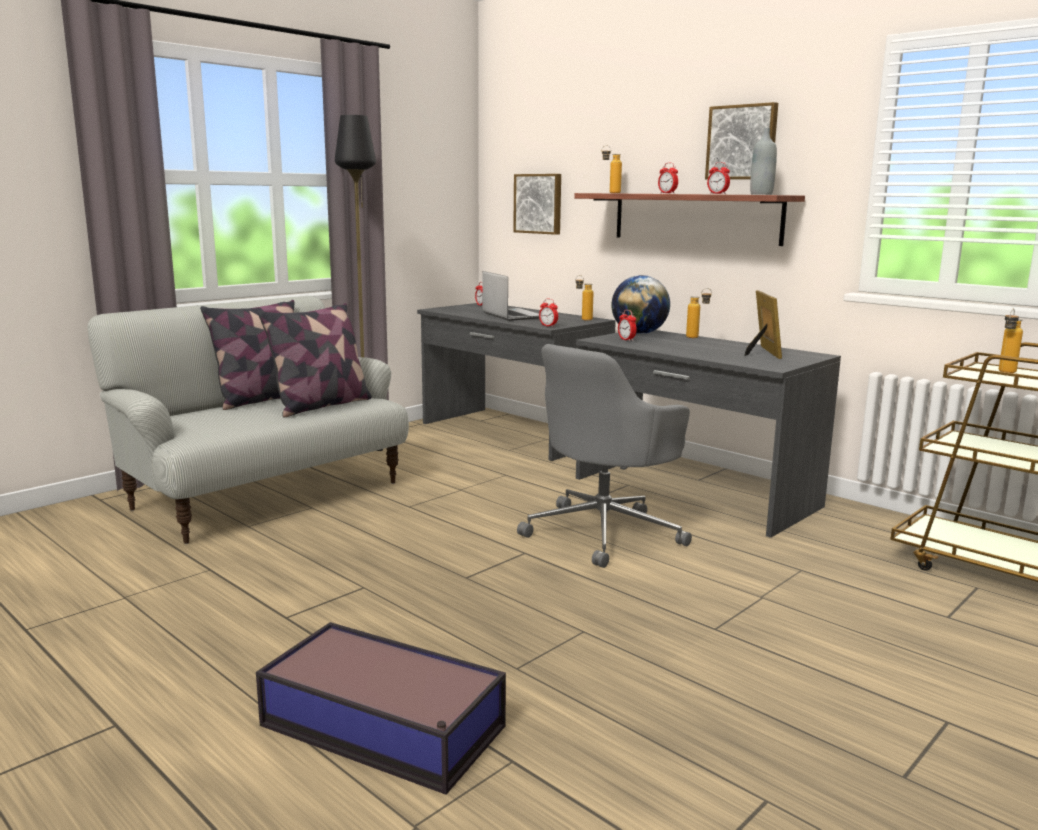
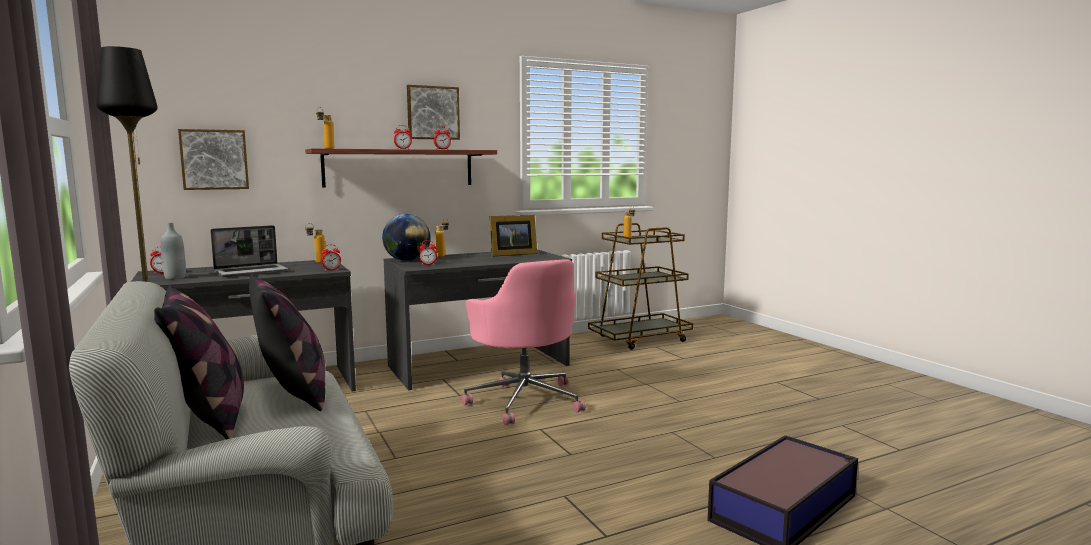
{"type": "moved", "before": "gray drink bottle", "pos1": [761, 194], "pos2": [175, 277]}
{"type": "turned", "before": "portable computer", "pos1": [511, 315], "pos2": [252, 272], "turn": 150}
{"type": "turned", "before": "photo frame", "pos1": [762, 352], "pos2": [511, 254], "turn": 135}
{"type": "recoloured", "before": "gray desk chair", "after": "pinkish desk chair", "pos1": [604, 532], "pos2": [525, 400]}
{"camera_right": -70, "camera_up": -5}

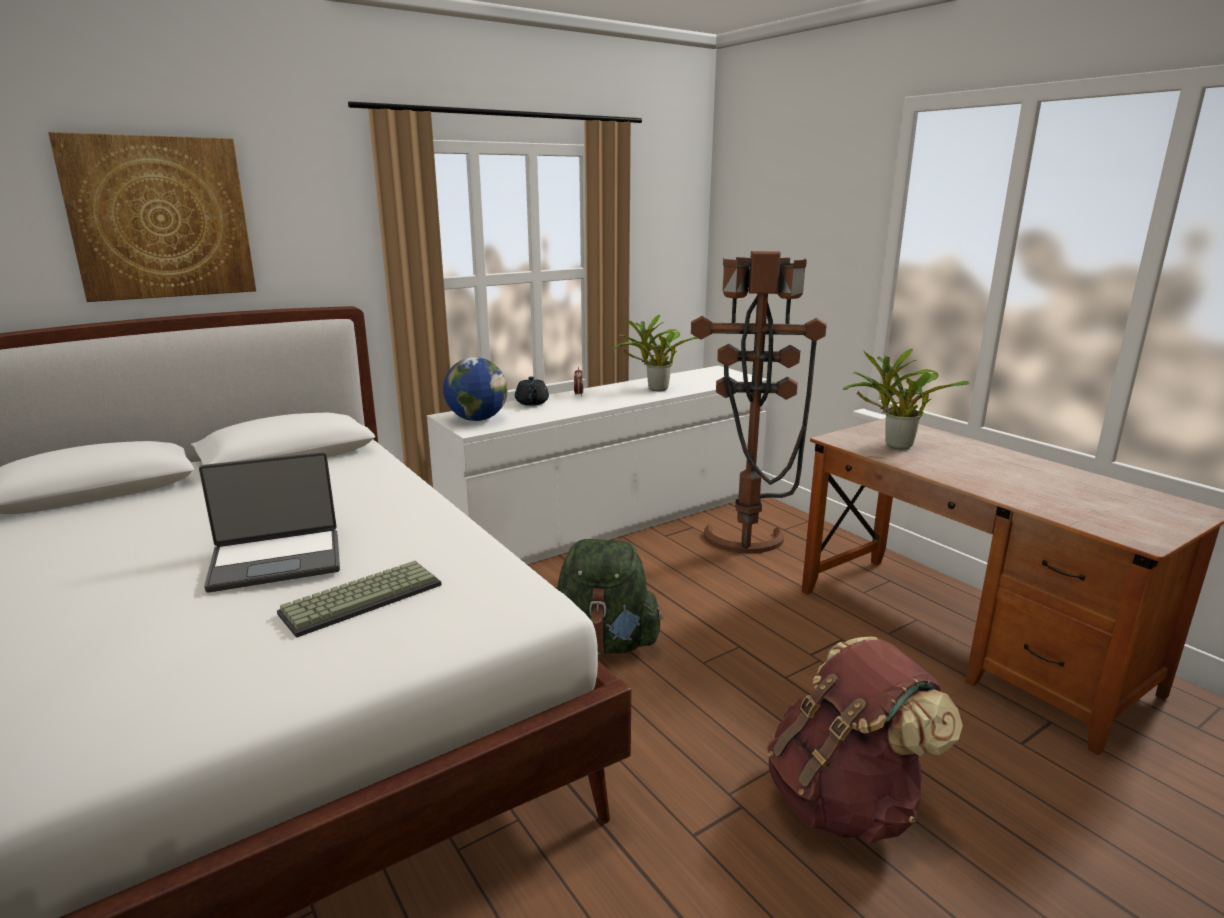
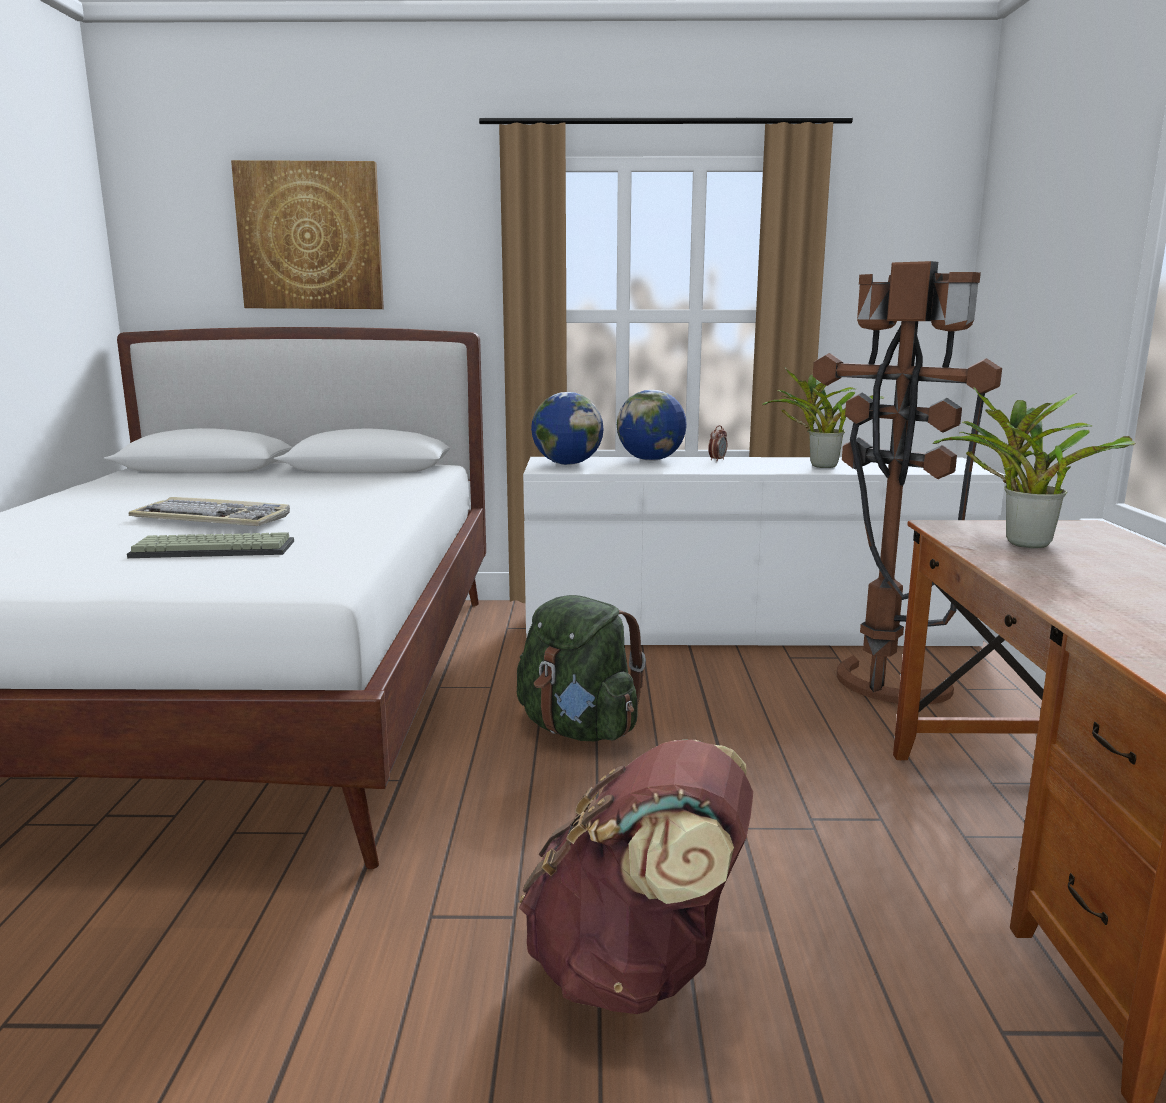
{"type": "replaced", "before": "black pot for tea", "after": "globe", "pos1": [532, 403], "pos2": [651, 460]}
{"type": "replaced", "before": "portable computer", "after": "keyboard", "pos1": [277, 560], "pos2": [214, 518]}
{"camera_right": 35, "camera_up": -5}

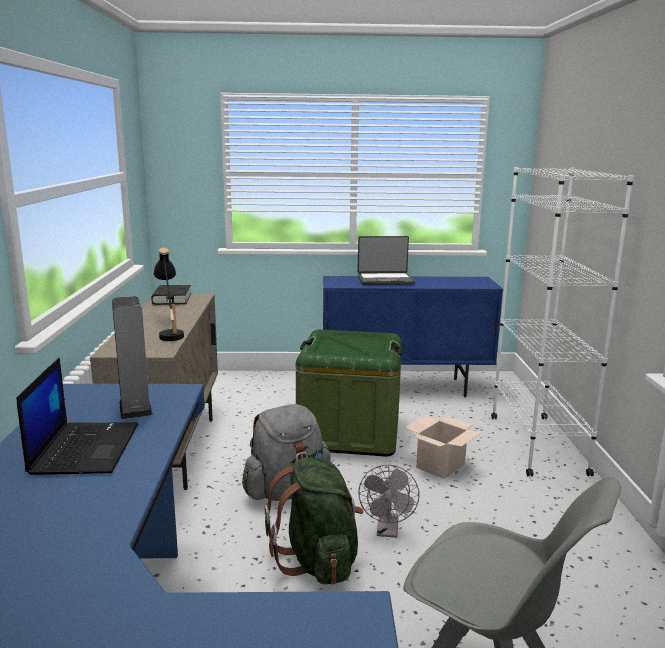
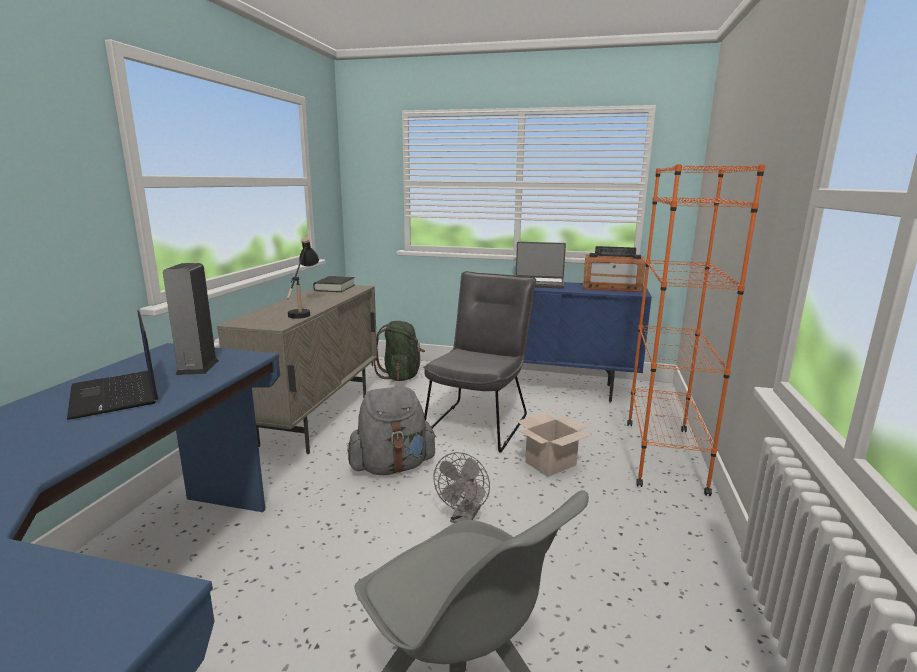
{"type": "recoloured", "before": "whitish bookshelf", "after": "orange-coloured bookshelf", "pos1": [537, 444], "pos2": [663, 455]}
{"type": "replaced", "before": "greenish storage box", "after": "gray upright chair", "pos1": [349, 432], "pos2": [480, 422]}
{"type": "turned", "before": "portable computer", "pos1": [85, 448], "pos2": [116, 395], "turn": 135}
{"type": "moved", "before": "greenish knapsack", "pos1": [318, 560], "pos2": [401, 376]}
{"type": "added", "after": "radio set", "pos2": [611, 288]}
{"camera_right": 15, "camera_up": 0}

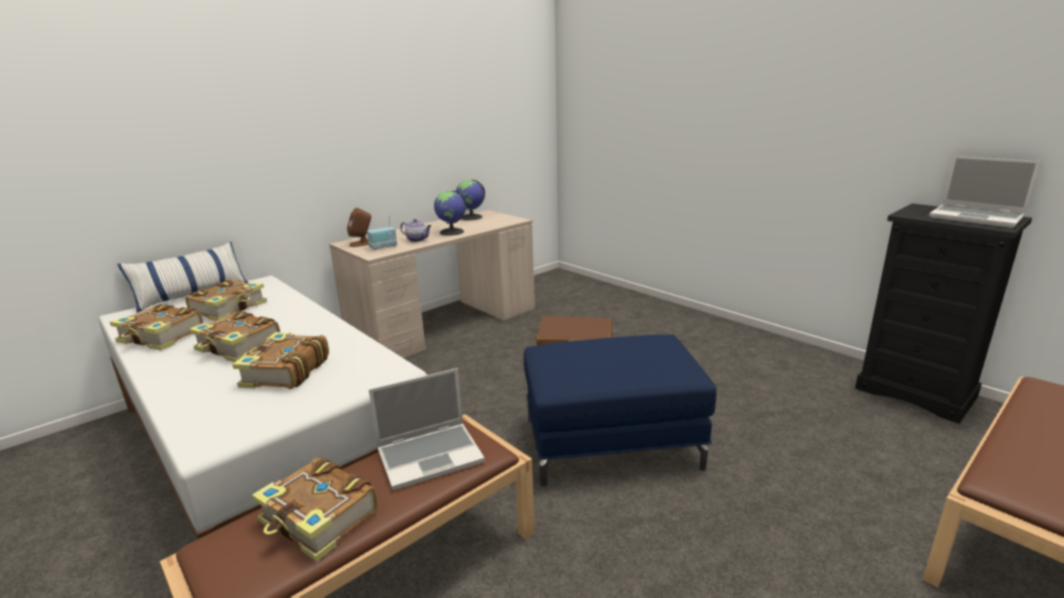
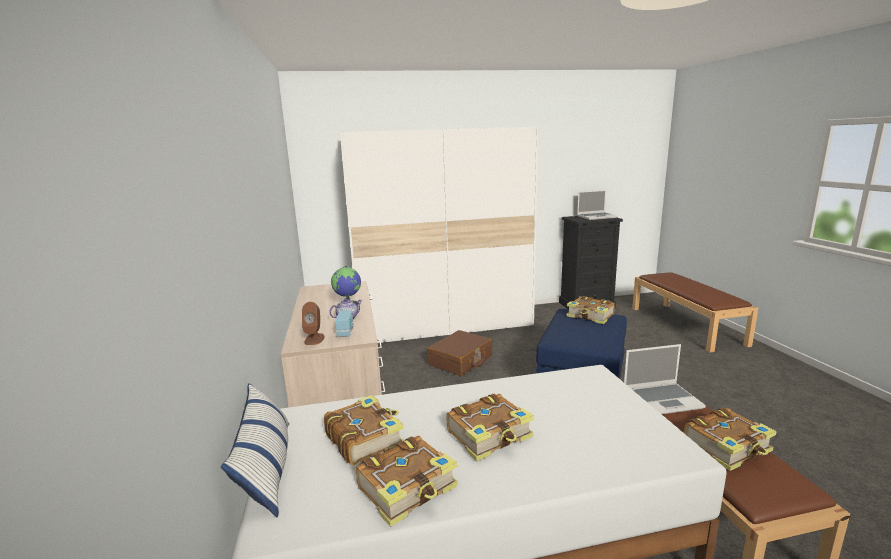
{"type": "removed", "before": "globe", "pos1": [471, 217]}
{"type": "moved", "before": "book", "pos1": [284, 372], "pos2": [590, 316]}
{"type": "turned", "before": "portable computer", "pos1": [431, 455], "pos2": [662, 400], "turn": 75}
{"type": "added", "after": "whitish wardrobe", "pos2": [444, 325]}
{"camera_right": -60, "camera_up": -5}

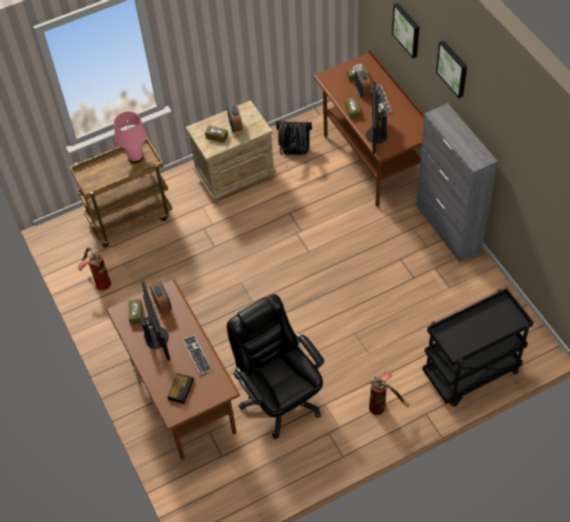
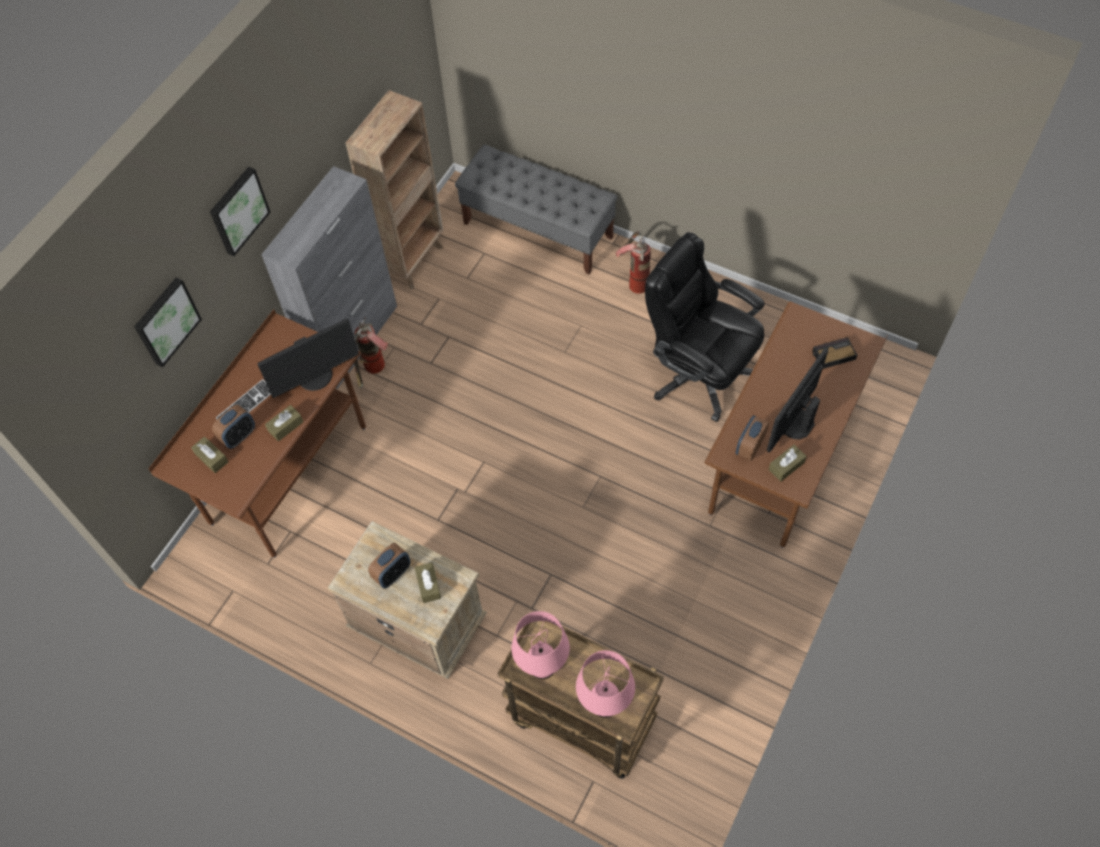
{"type": "removed", "before": "black knapsack", "pos1": [294, 152]}
{"type": "moved", "before": "fire-fighting cylinder", "pos1": [98, 281], "pos2": [374, 372]}
{"type": "replaced", "before": "black wheeled cart", "after": "gray indoor bench", "pos1": [470, 374], "pos2": [538, 230]}
{"type": "turned", "before": "black desk chair", "pos1": [280, 398], "pos2": [699, 373], "turn": 105}
{"type": "removed", "before": "keyboard", "pos1": [197, 355]}
{"type": "added", "after": "brownish bookshelf", "pos2": [413, 260]}
{"type": "added", "after": "pinkish tabletop lamp", "pos2": [604, 704]}
{"camera_right": -125, "camera_up": 5}

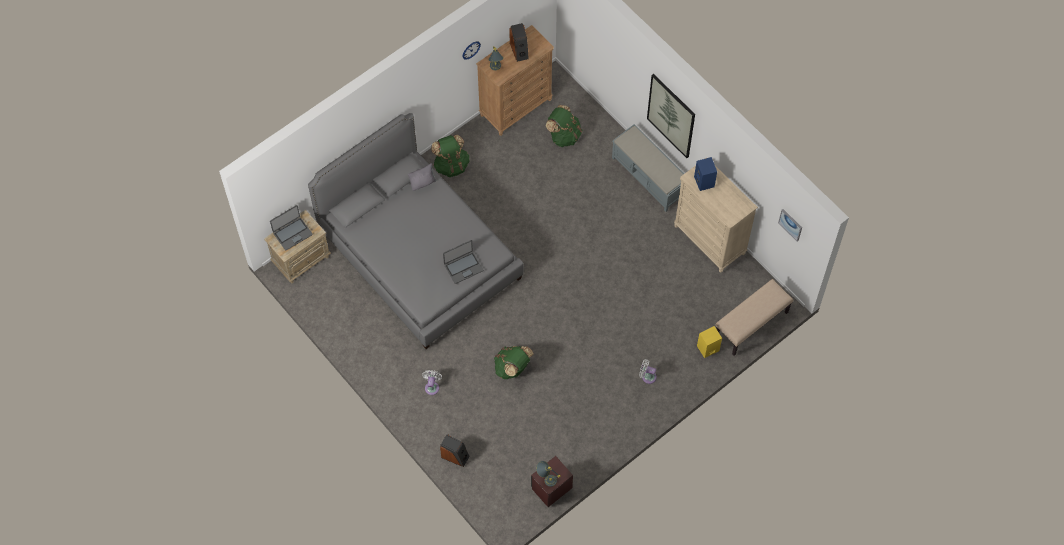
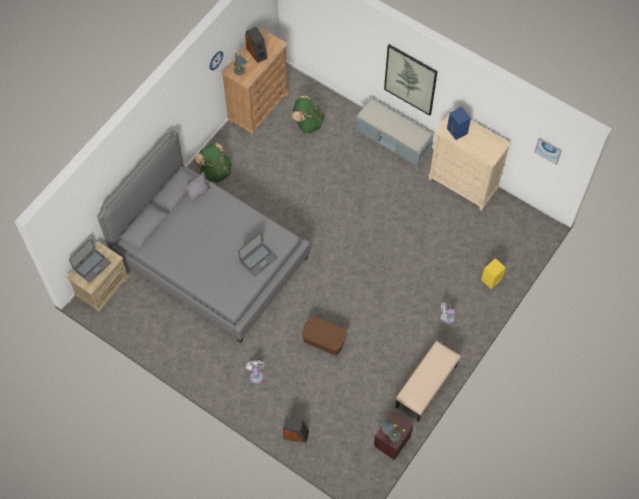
{"type": "moved", "before": "sand-coloured indoor bench", "pos1": [751, 325], "pos2": [426, 387]}
{"type": "replaced", "before": "greenish knapsack", "after": "brownish storage box", "pos1": [512, 368], "pos2": [324, 340]}
{"camera_right": -15, "camera_up": 0}

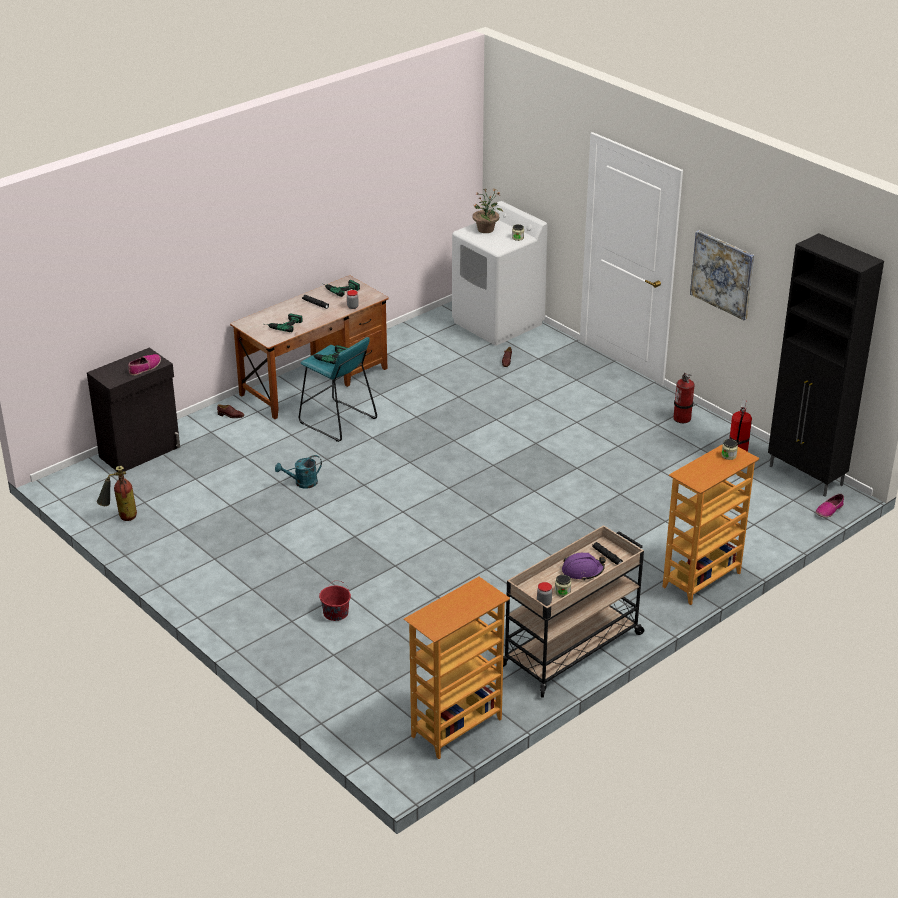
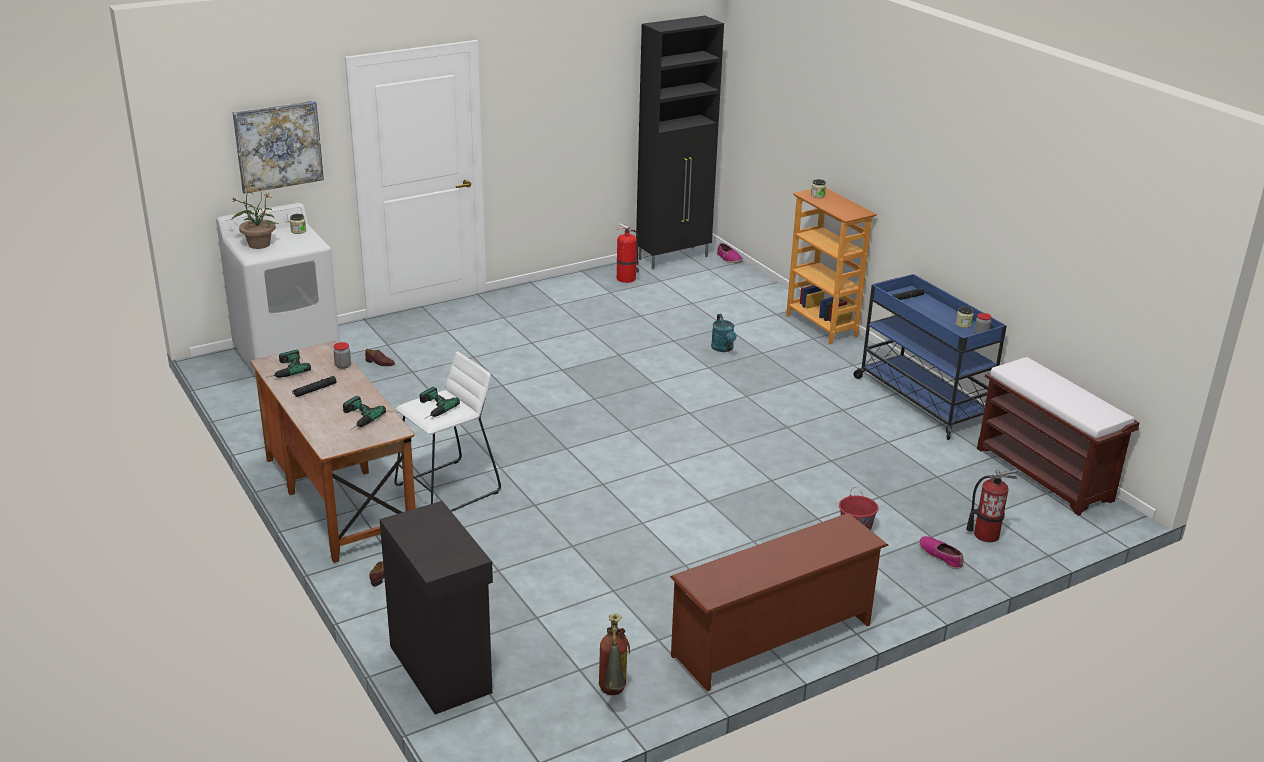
{"type": "moved", "before": "wall picture", "pos1": [722, 274], "pos2": [278, 146]}
{"type": "recoloured", "before": "turquoise stool", "after": "whitish stool", "pos1": [337, 421], "pos2": [448, 489]}
{"type": "moved", "before": "shoe", "pos1": [145, 368], "pos2": [941, 556]}
{"type": "moved", "before": "fire-fighting cylinder", "pos1": [682, 418], "pos2": [986, 535]}
{"type": "moved", "before": "turquoise sprinkling can", "pos1": [302, 483], "pos2": [723, 349]}
{"type": "recoloured", "before": "sand-coloured wheeled cart", "after": "blue wheeled cart", "pos1": [572, 649], "pos2": [921, 399]}
{"type": "removed", "before": "purple hard hat", "pos1": [582, 571]}
{"type": "replaced", "before": "bookshelf", "after": "brownish indoor bench", "pos1": [457, 728], "pos2": [1045, 474]}
{"type": "added", "after": "brownish shoe rack", "pos2": [773, 641]}
{"camera_right": -80, "camera_up": -5}

